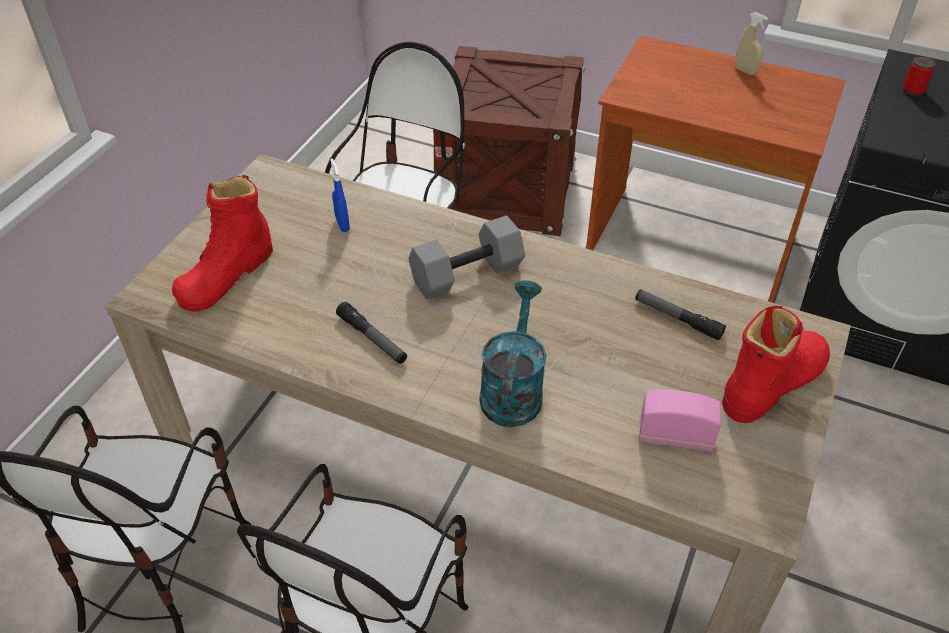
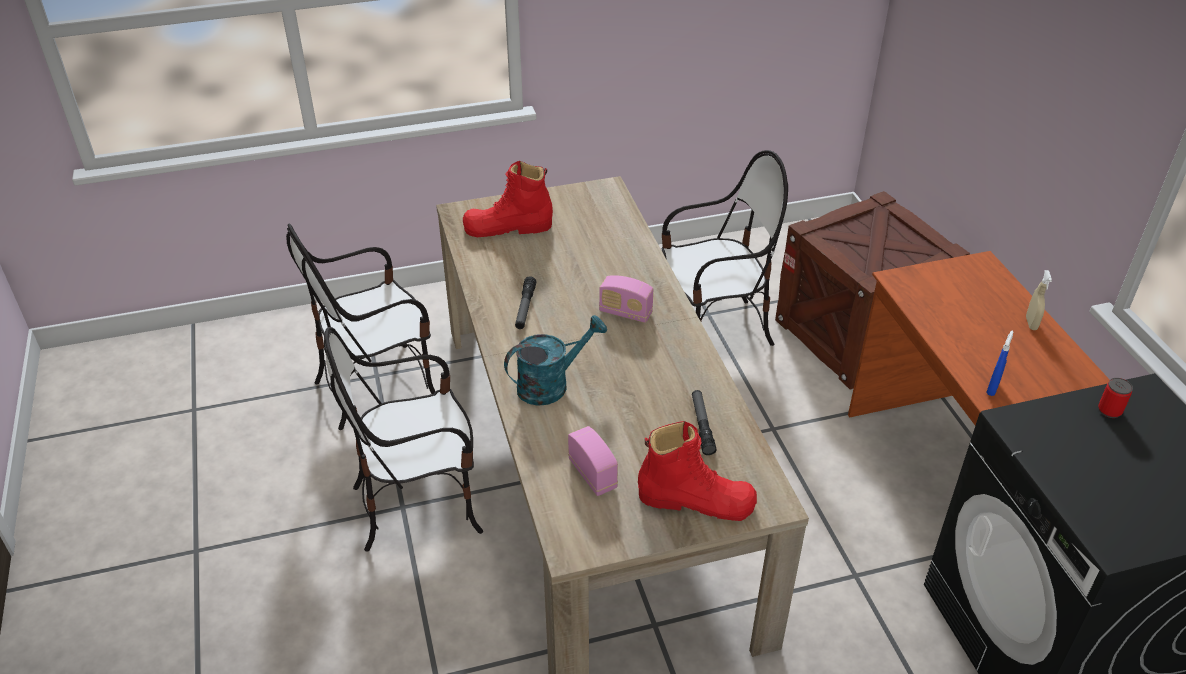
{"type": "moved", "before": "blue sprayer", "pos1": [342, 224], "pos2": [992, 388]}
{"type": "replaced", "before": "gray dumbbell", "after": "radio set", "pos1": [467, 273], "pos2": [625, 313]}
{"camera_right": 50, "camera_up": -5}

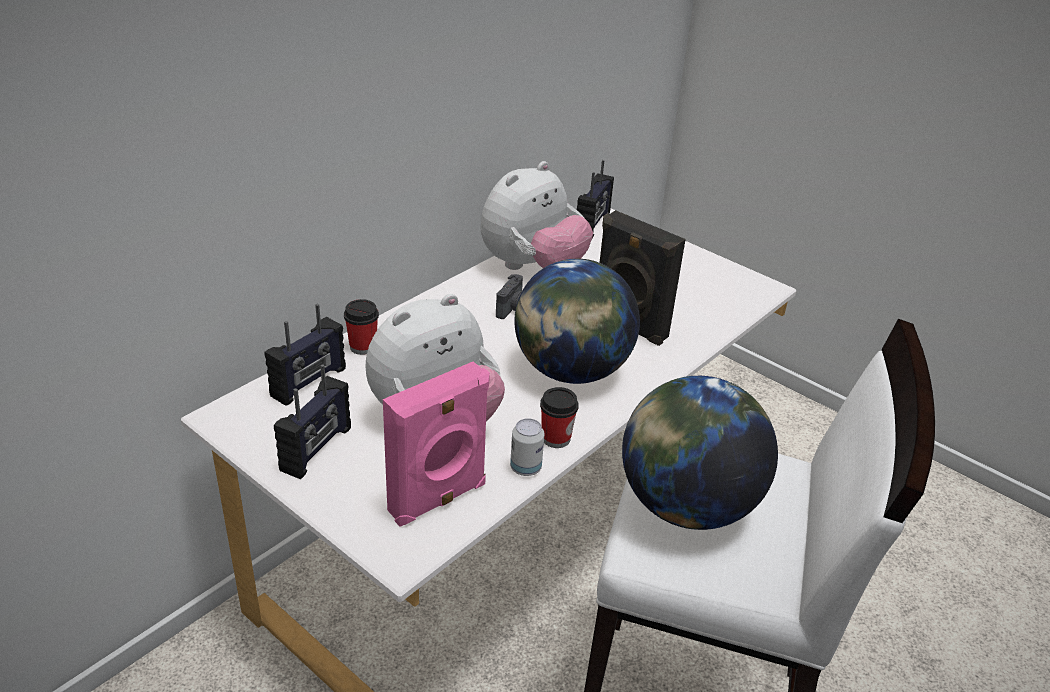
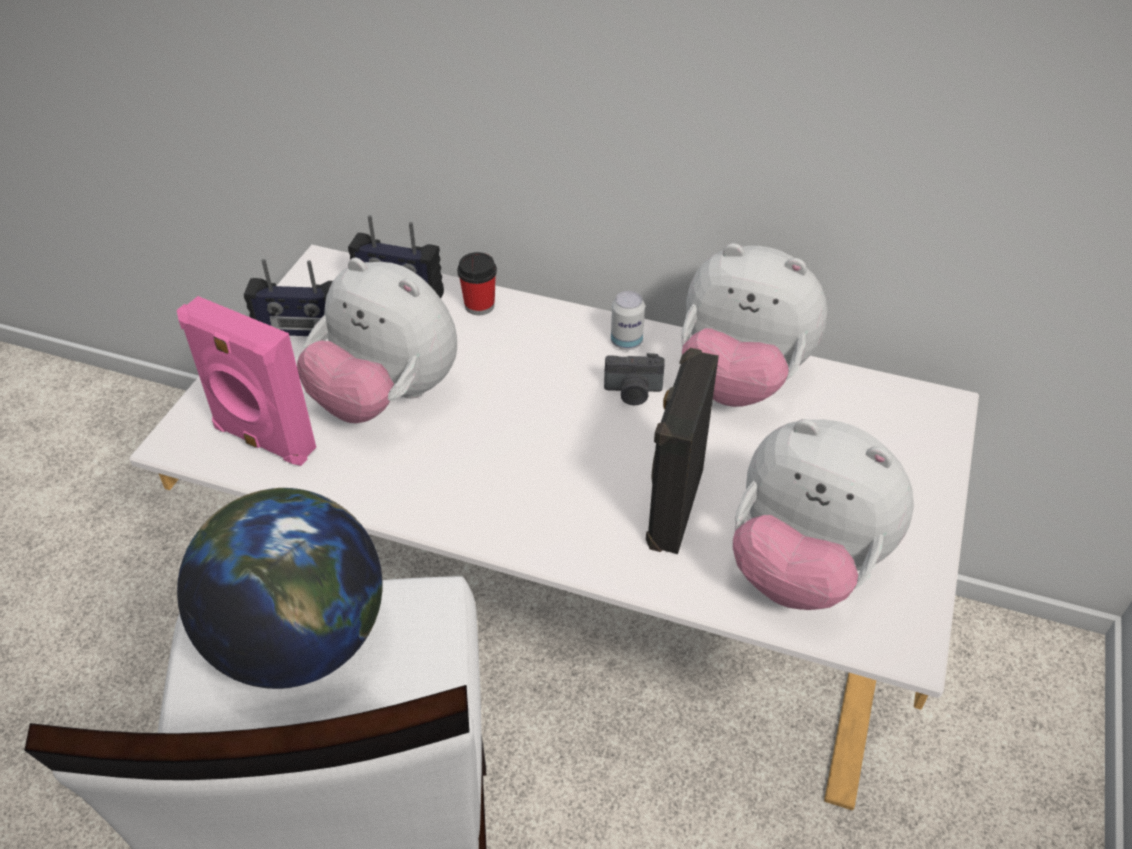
{"type": "removed", "before": "radio set", "pos1": [593, 225]}
{"type": "removed", "before": "globe", "pos1": [571, 371]}
{"type": "removed", "before": "small cup", "pos1": [556, 438]}
{"type": "moved", "before": "metal can", "pos1": [525, 468], "pos2": [626, 342]}
{"type": "added", "after": "cuddly toy", "pos2": [803, 566]}
{"camera_right": 70, "camera_up": 10}

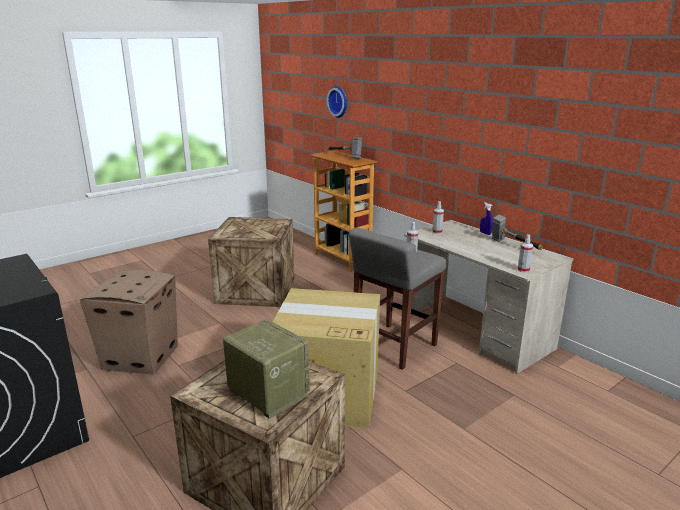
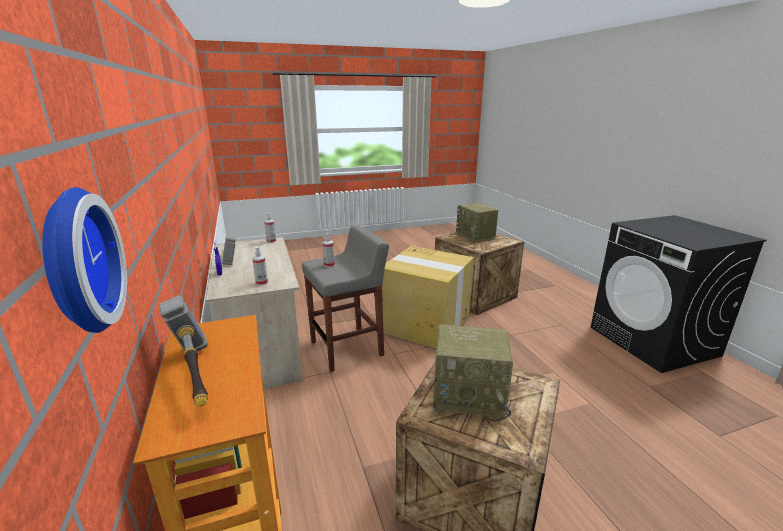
{"type": "removed", "before": "carton", "pos1": [141, 357]}
{"type": "added", "after": "radio set", "pos2": [469, 396]}
{"camera_right": -160, "camera_up": 0}

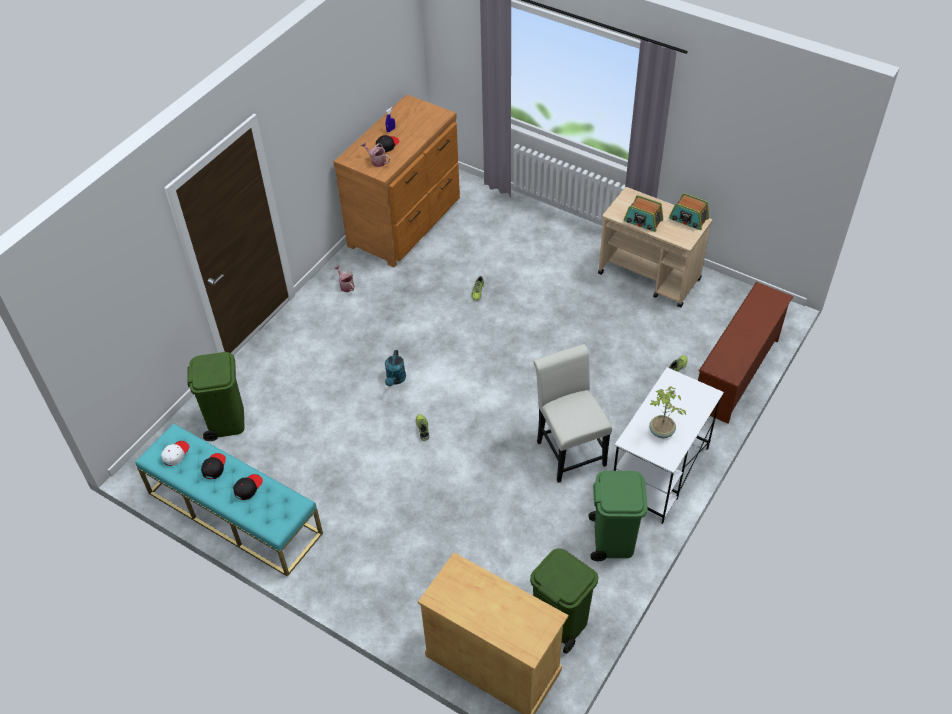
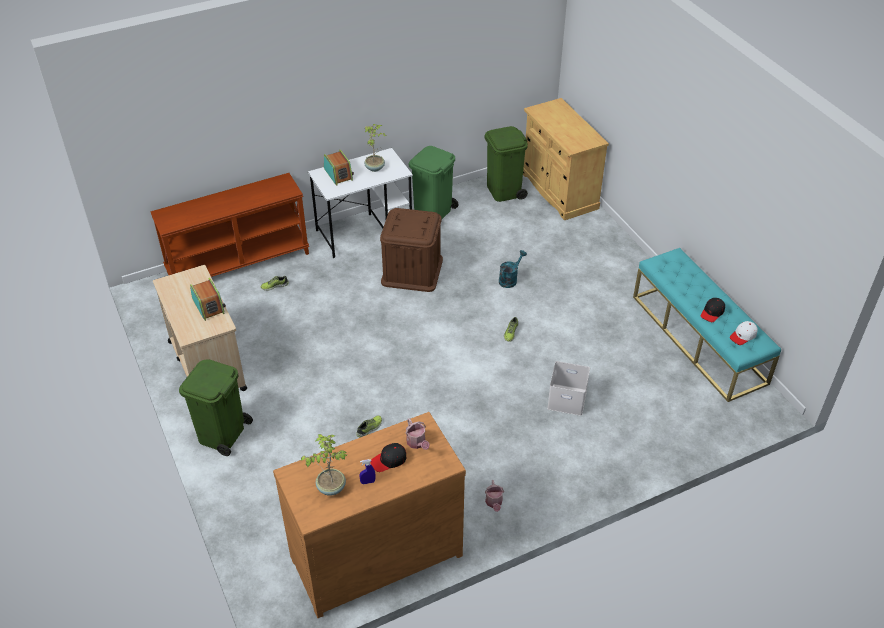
{"type": "moved", "before": "radio set", "pos1": [688, 219], "pos2": [338, 174]}
{"type": "replaced", "before": "brownish shoe rack", "after": "brownish console table", "pos1": [737, 374], "pos2": [238, 262]}
{"type": "replaced", "before": "whitish upright chair", "after": "brownish storage box", "pos1": [568, 449], "pos2": [412, 271]}
{"type": "moved", "before": "turquoise sprinkling can", "pos1": [395, 380], "pos2": [510, 279]}
{"type": "moved", "before": "greenish rubbish bin", "pos1": [226, 421], "pos2": [222, 434]}
{"type": "removed", "before": "black baseball cap", "pos1": [248, 488]}
{"type": "added", "after": "whitish storage box", "pos2": [566, 400]}
{"type": "added", "after": "plant in a pot", "pos2": [331, 487]}
{"camera_right": -150, "camera_up": -5}

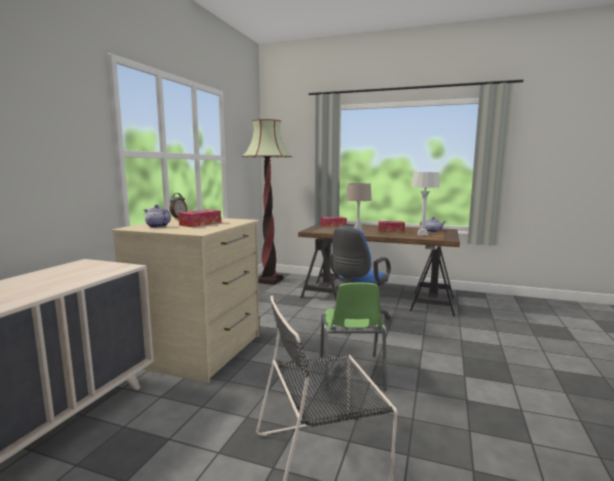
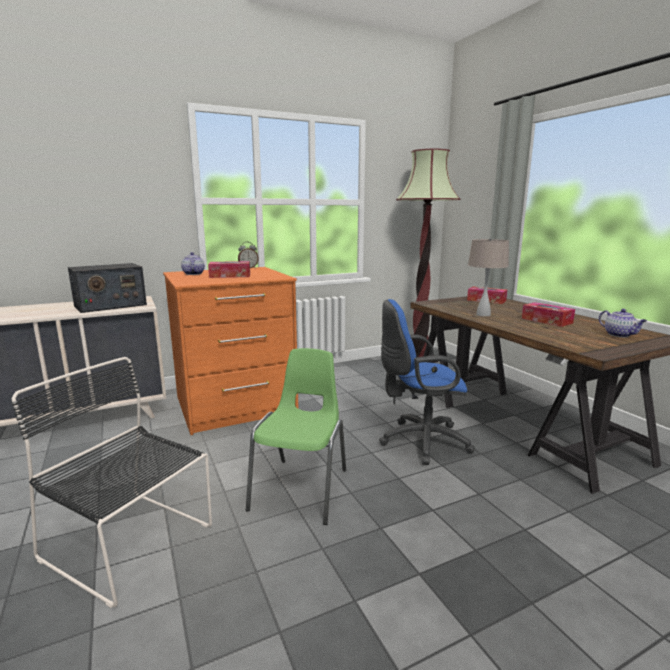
{"type": "removed", "before": "gray tabletop lamp", "pos1": [422, 234]}
{"type": "recoloured", "before": "sand-coloured dresser", "after": "orange-coloured dresser", "pos1": [199, 350], "pos2": [235, 405]}
{"type": "turned", "before": "greenish upright chair", "pos1": [351, 372], "pos2": [302, 488], "turn": 150}
{"type": "added", "after": "radio set", "pos2": [110, 305]}
{"camera_right": 45, "camera_up": 5}

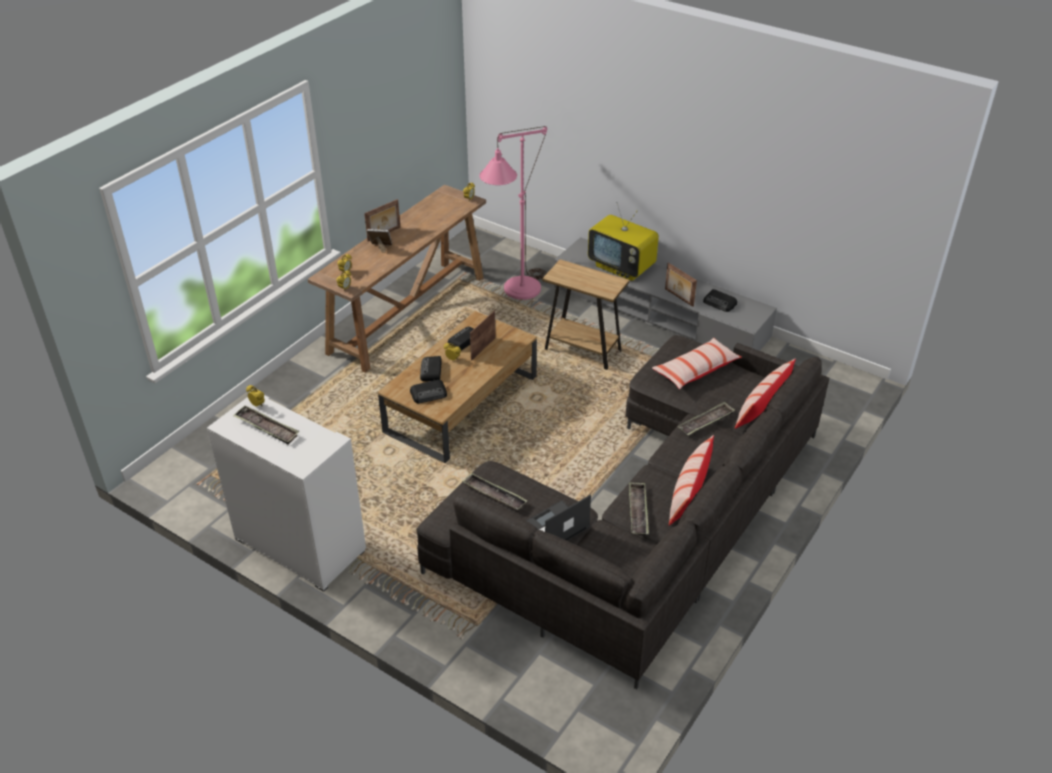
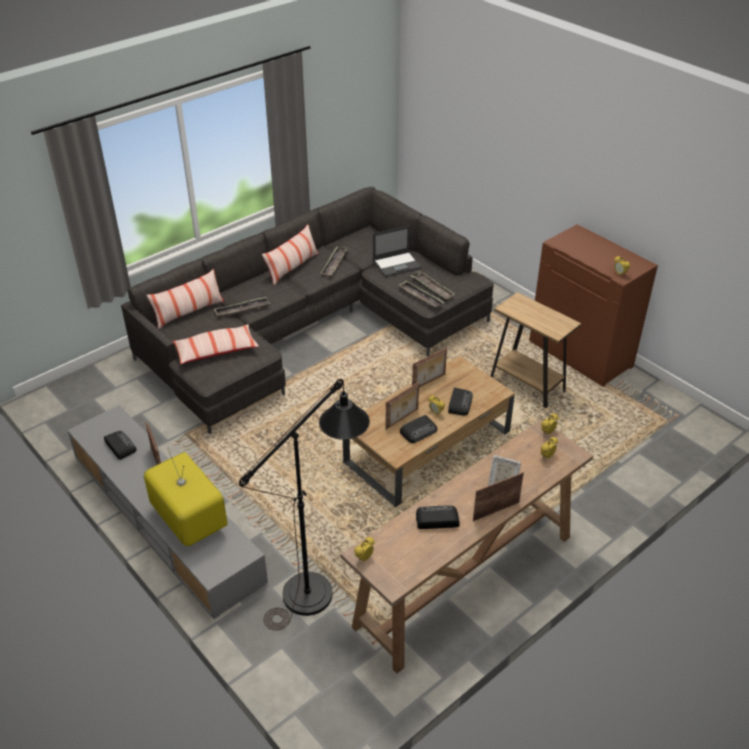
{"type": "recoloured", "before": "pinkish standard lamp", "after": "black standard lamp", "pos1": [516, 294], "pos2": [318, 586]}
{"type": "moved", "before": "brownish end table", "pos1": [582, 350], "pos2": [527, 384]}
{"type": "moved", "before": "radio set", "pos1": [429, 394], "pos2": [436, 520]}
{"type": "recoloured", "before": "whitish cupboard", "after": "brownish cupboard", "pos1": [298, 545], "pos2": [581, 354]}
{"type": "moved", "before": "carrying tray", "pos1": [266, 428], "pos2": [420, 297]}
{"type": "added", "after": "photo frame", "pos2": [429, 382]}
{"camera_right": -165, "camera_up": 0}

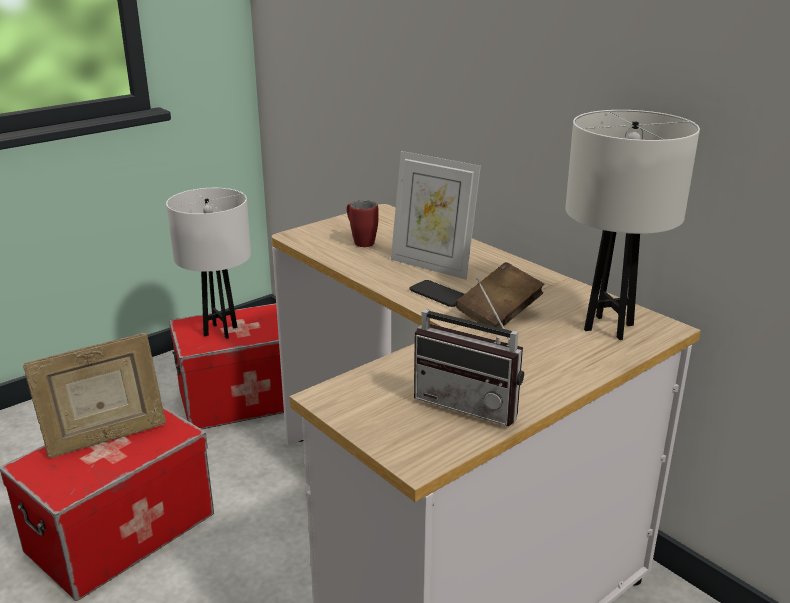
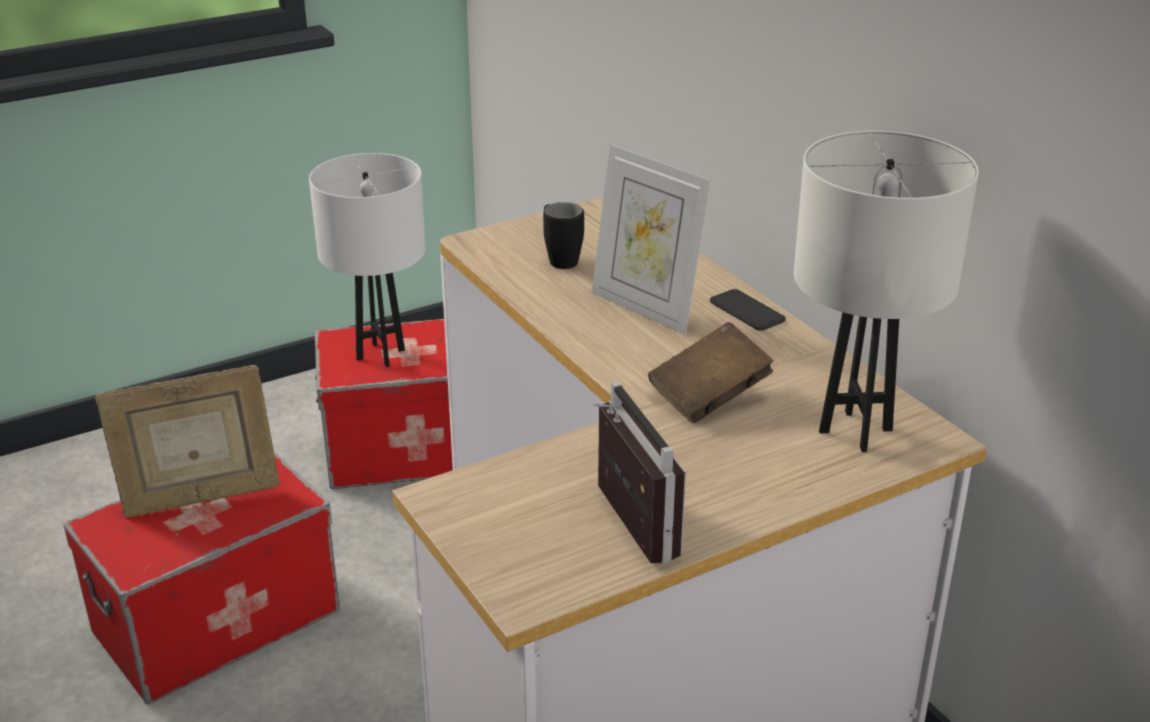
{"type": "recoloured", "before": "reddish tea mug", "after": "black tea mug", "pos1": [360, 241], "pos2": [559, 258]}
{"type": "turned", "before": "radio set", "pos1": [471, 403], "pos2": [621, 526], "turn": -150}
{"type": "moved", "before": "phone", "pos1": [439, 294], "pos2": [747, 311]}
{"camera_right": 10, "camera_up": 5}

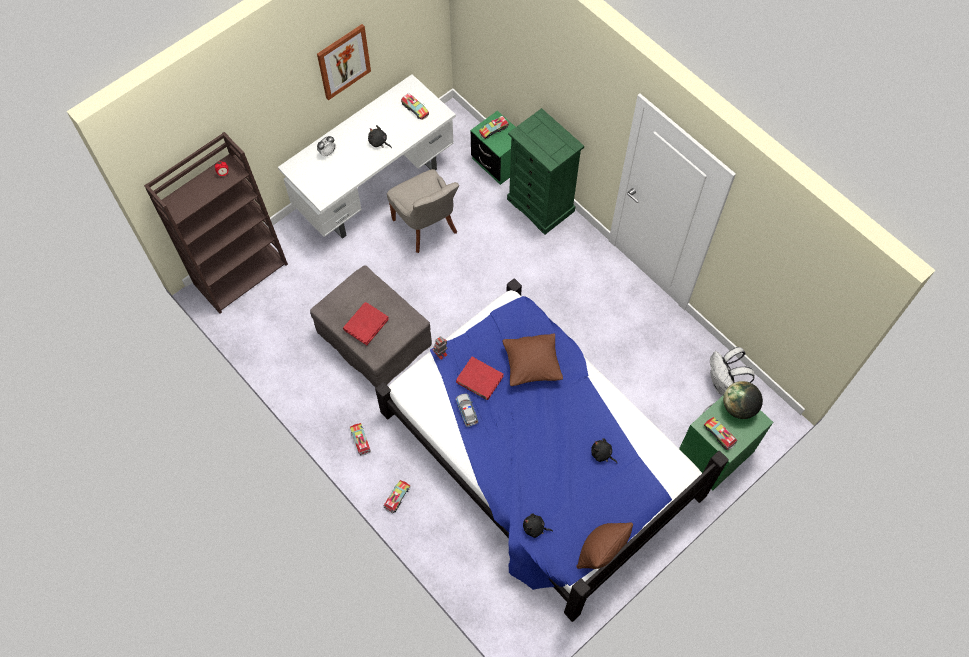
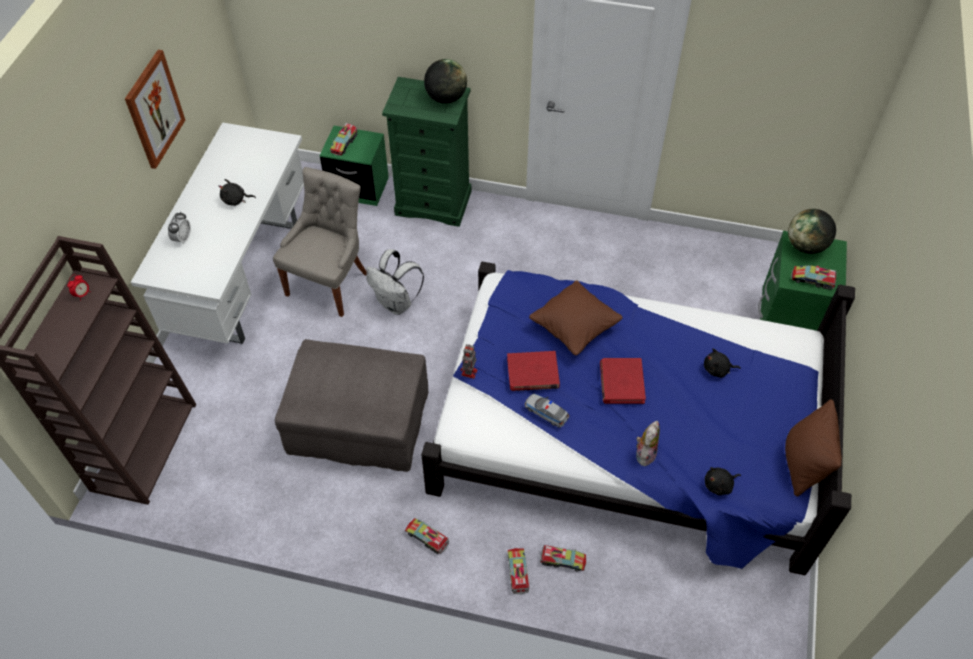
{"type": "moved", "before": "toy truck", "pos1": [415, 109], "pos2": [562, 560]}
{"type": "turned", "before": "gray upright chair", "pos1": [426, 226], "pos2": [329, 283], "turn": -90}
{"type": "moved", "before": "reddish book", "pos1": [365, 324], "pos2": [621, 382]}
{"type": "moved", "before": "whitish knapsack", "pos1": [723, 383], "pos2": [396, 303]}
{"type": "added", "after": "globe", "pos2": [446, 98]}
{"type": "added", "after": "cuddly toy", "pos2": [644, 453]}
{"camera_right": -35, "camera_up": -10}

